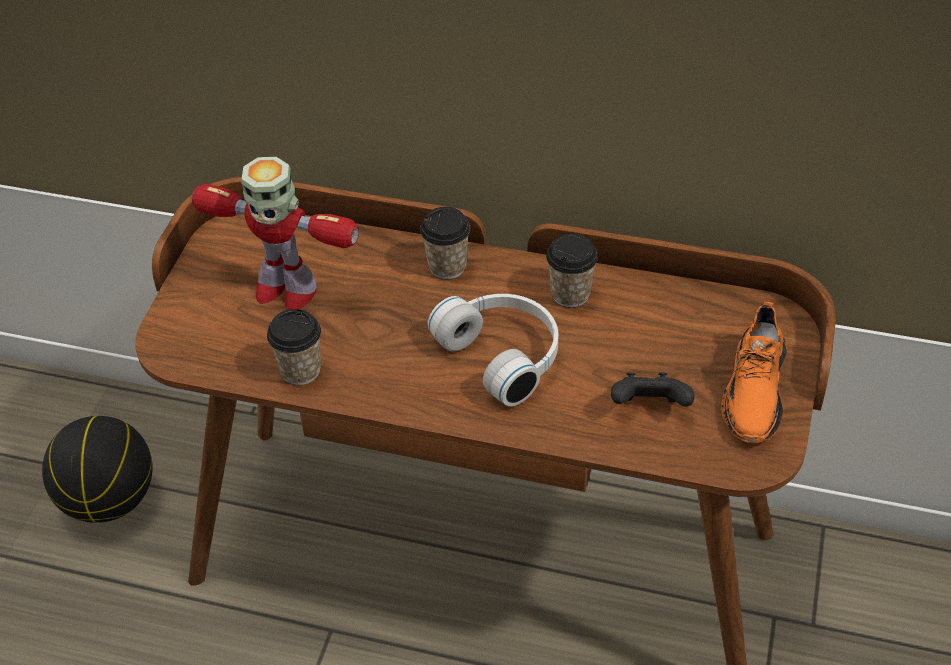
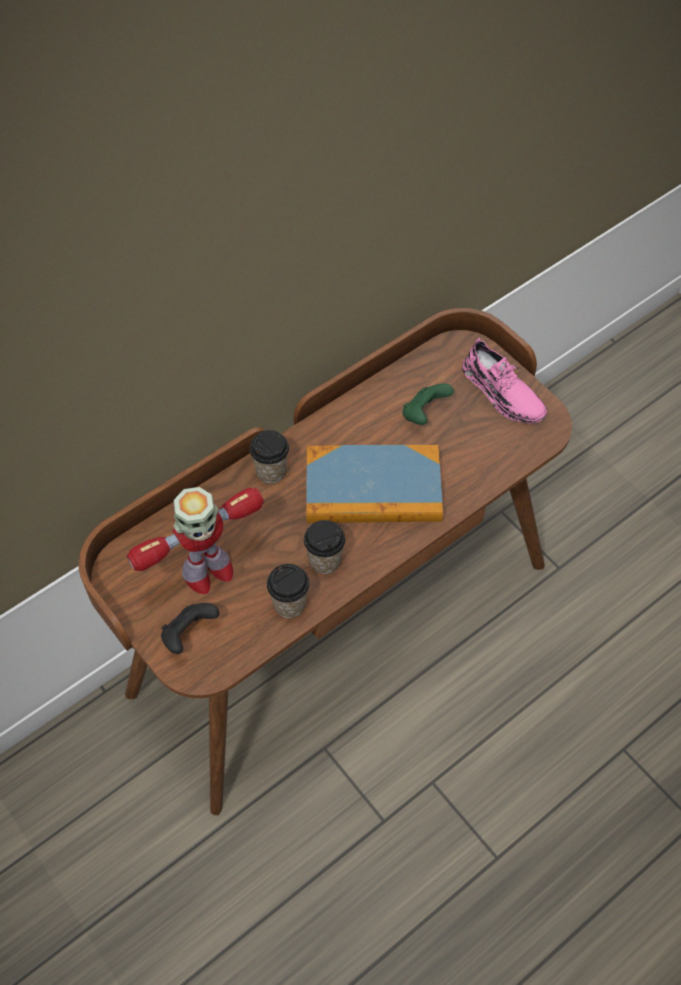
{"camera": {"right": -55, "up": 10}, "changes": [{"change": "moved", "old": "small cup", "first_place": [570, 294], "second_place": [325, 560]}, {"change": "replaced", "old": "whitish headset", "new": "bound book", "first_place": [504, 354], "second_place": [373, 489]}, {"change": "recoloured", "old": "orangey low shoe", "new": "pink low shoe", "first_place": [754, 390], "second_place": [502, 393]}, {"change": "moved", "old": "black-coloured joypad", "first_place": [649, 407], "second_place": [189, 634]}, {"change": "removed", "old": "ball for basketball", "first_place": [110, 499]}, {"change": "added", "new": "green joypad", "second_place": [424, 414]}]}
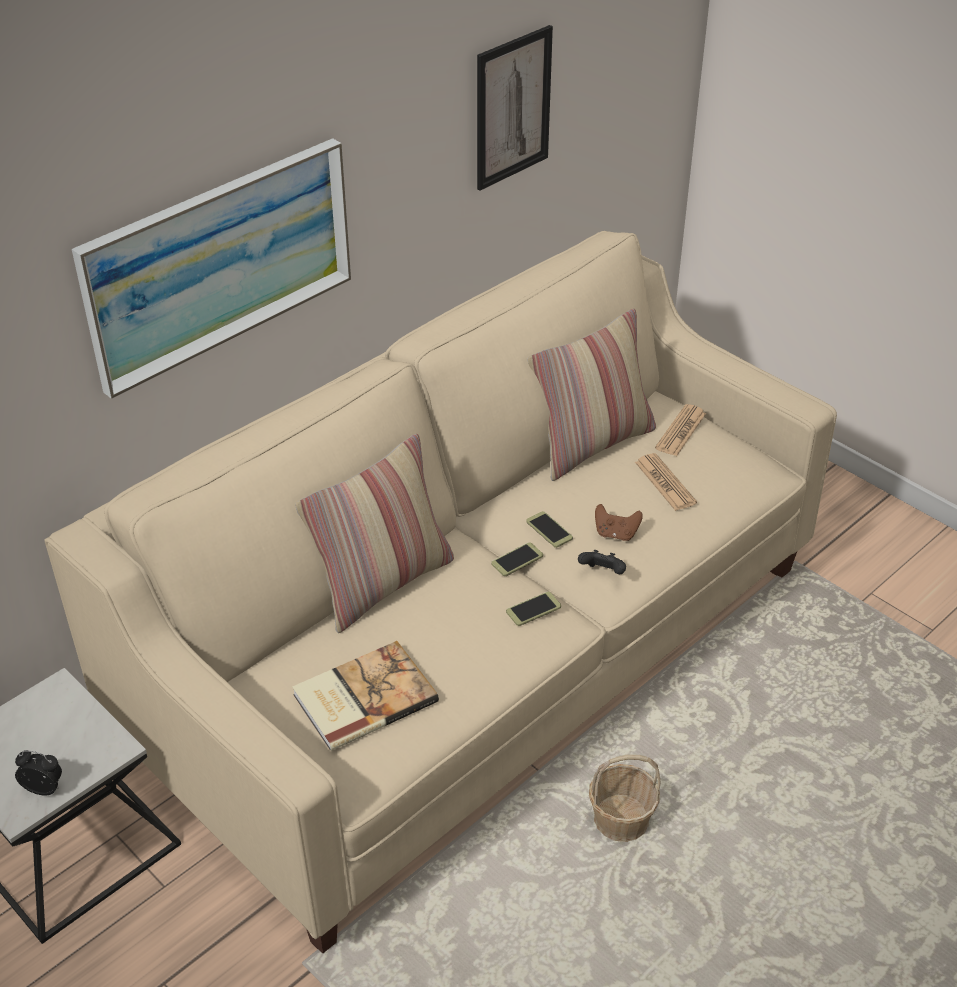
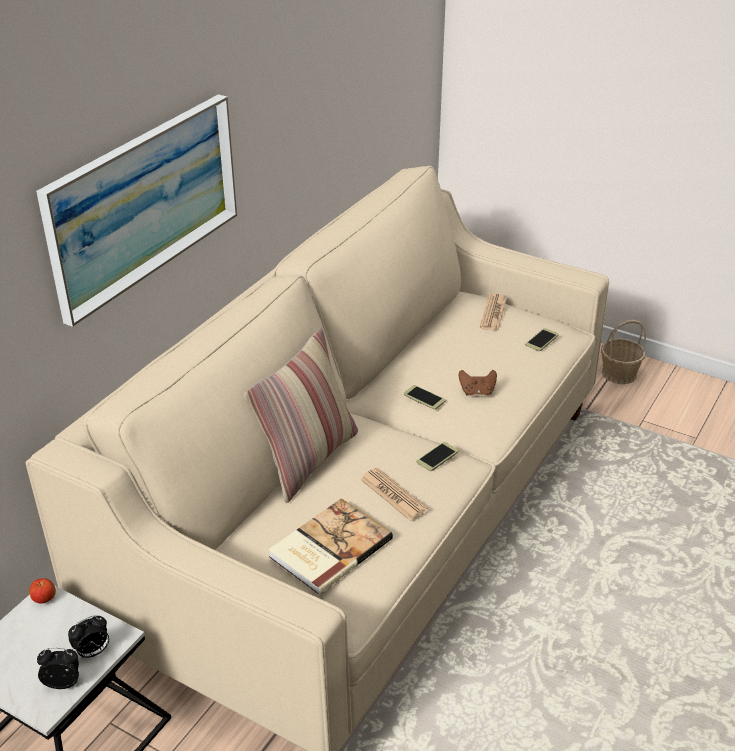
{"camera": {"right": -15, "up": -5}, "changes": [{"change": "removed", "old": "picture", "first_place": [512, 108]}, {"change": "removed", "old": "cushion", "first_place": [591, 444]}, {"change": "moved", "old": "daily paper", "first_place": [665, 483], "second_place": [393, 494]}, {"change": "moved", "old": "handset", "first_place": [517, 560], "second_place": [541, 340]}, {"change": "removed", "old": "black-coloured joypad", "first_place": [602, 573]}, {"change": "moved", "old": "household basket", "first_place": [620, 819], "second_place": [618, 373]}, {"change": "added", "new": "apple", "second_place": [44, 599]}, {"change": "added", "new": "bedside clock", "second_place": [93, 652]}]}
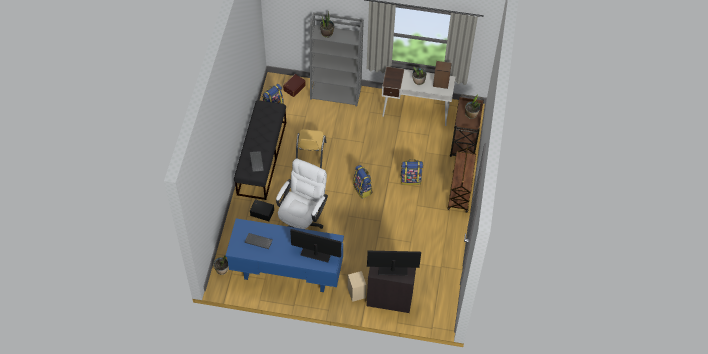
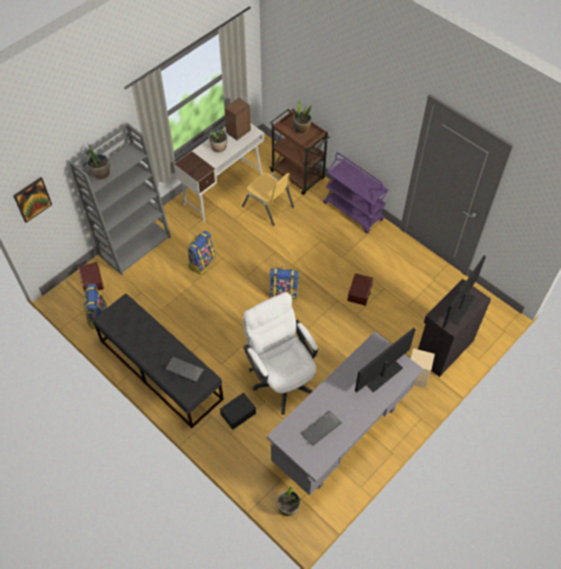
{"camera": {"right": -55, "up": 0}, "changes": [{"change": "moved", "old": "yellow-coloured chair", "first_place": [310, 154], "second_place": [268, 207]}, {"change": "recoloured", "old": "brown trolley", "new": "purplish trolley", "first_place": [460, 192], "second_place": [353, 211]}, {"change": "moved", "old": "backpack", "first_place": [410, 179], "second_place": [202, 262]}, {"change": "recoloured", "old": "bluish desk unit", "new": "gray desk unit", "first_place": [286, 273], "second_place": [341, 435]}, {"change": "added", "new": "picture", "second_place": [32, 199]}, {"change": "added", "new": "brown storage container", "second_place": [360, 292]}]}
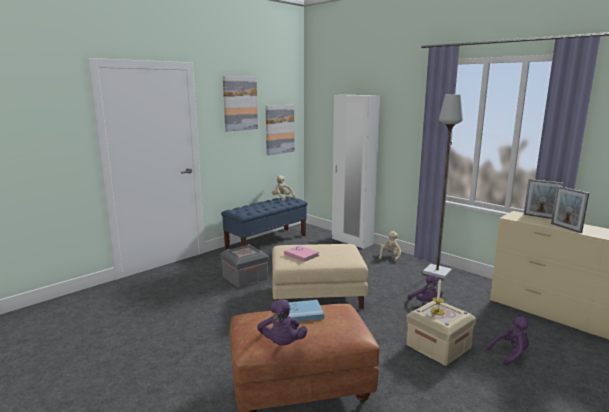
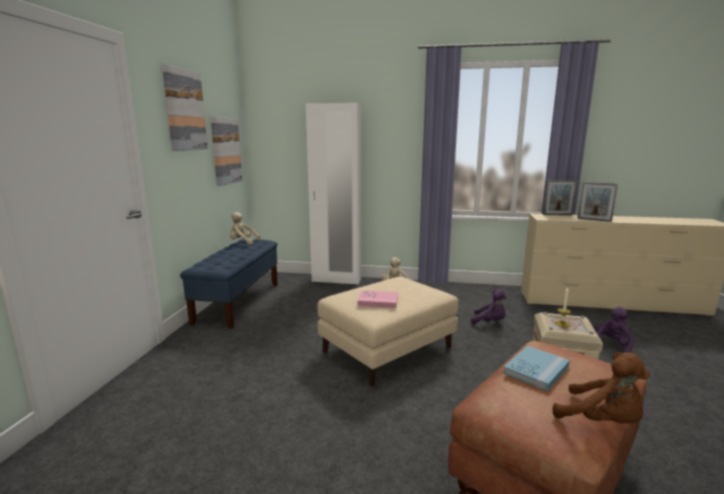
{"camera": {"right": -35, "up": 0}, "changes": [{"change": "removed", "old": "gray standard lamp", "first_place": [437, 272]}, {"change": "removed", "old": "gray storage container", "first_place": [245, 278]}, {"change": "recoloured", "old": "purplish plush toy", "new": "brown plush toy", "first_place": [282, 344], "second_place": [601, 421]}]}
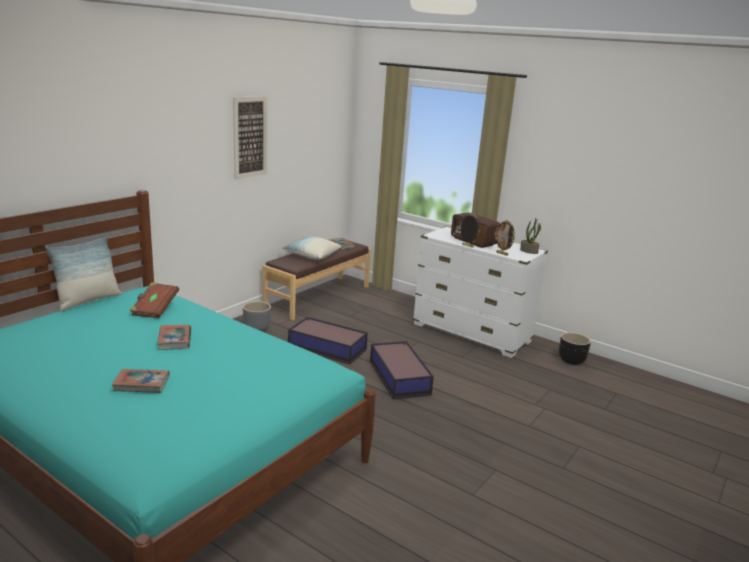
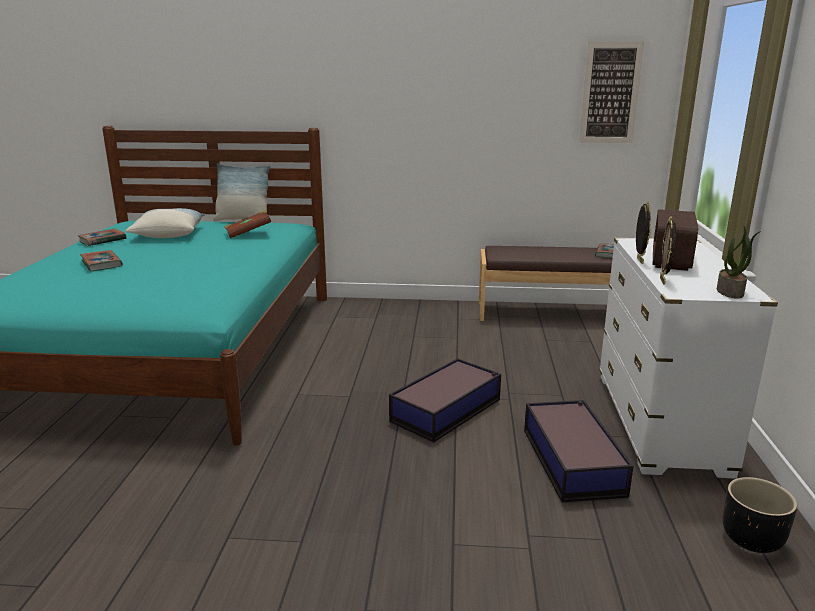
{"camera": {"right": 60, "up": 0}, "changes": [{"change": "moved", "old": "picture", "first_place": [250, 137], "second_place": [610, 93]}, {"change": "moved", "old": "cushion", "first_place": [311, 255], "second_place": [169, 234]}, {"change": "removed", "old": "gray flower pot", "first_place": [257, 328]}, {"change": "moved", "old": "storage container", "first_place": [326, 347], "second_place": [572, 460]}, {"change": "moved", "old": "bound book", "first_place": [175, 340], "second_place": [102, 240]}]}
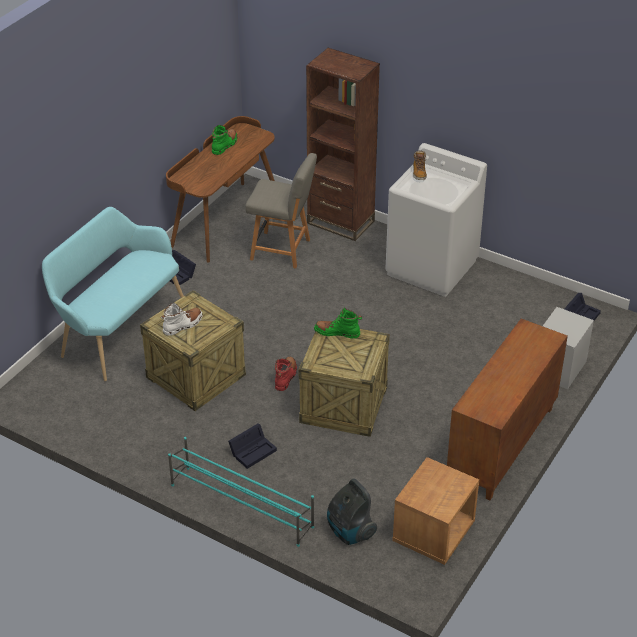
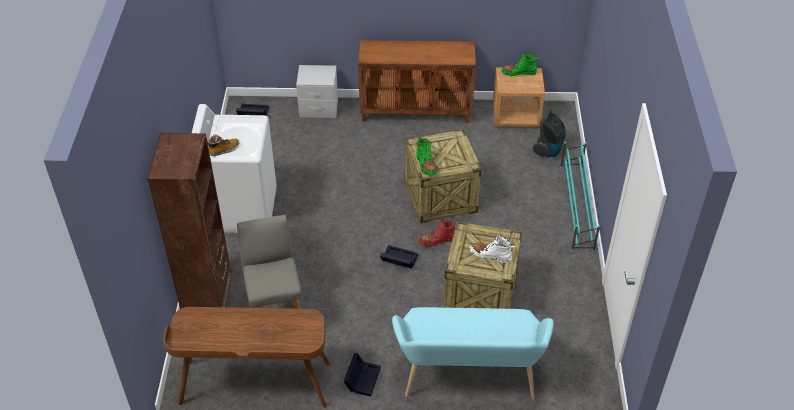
{"camera": {"right": -120, "up": 5}, "changes": [{"change": "moved", "old": "green tall boot", "first_place": [224, 145], "second_place": [519, 72]}, {"change": "moved", "old": "black-coloured storage container", "first_place": [253, 450], "second_place": [397, 260]}]}
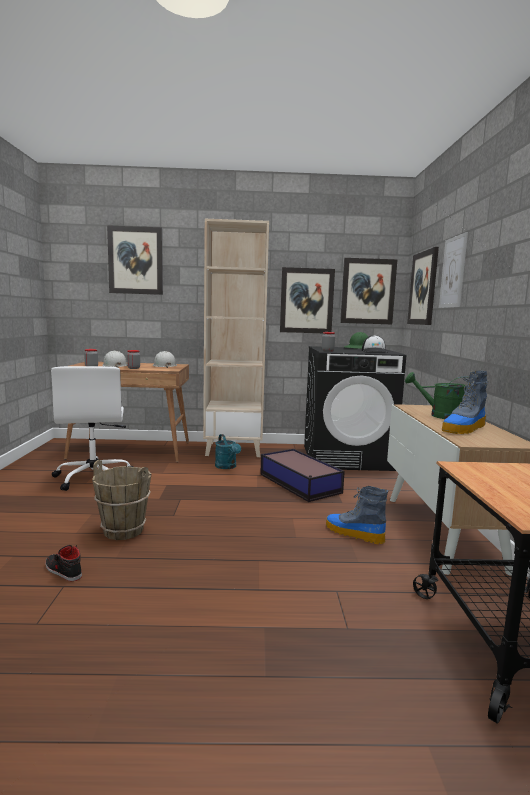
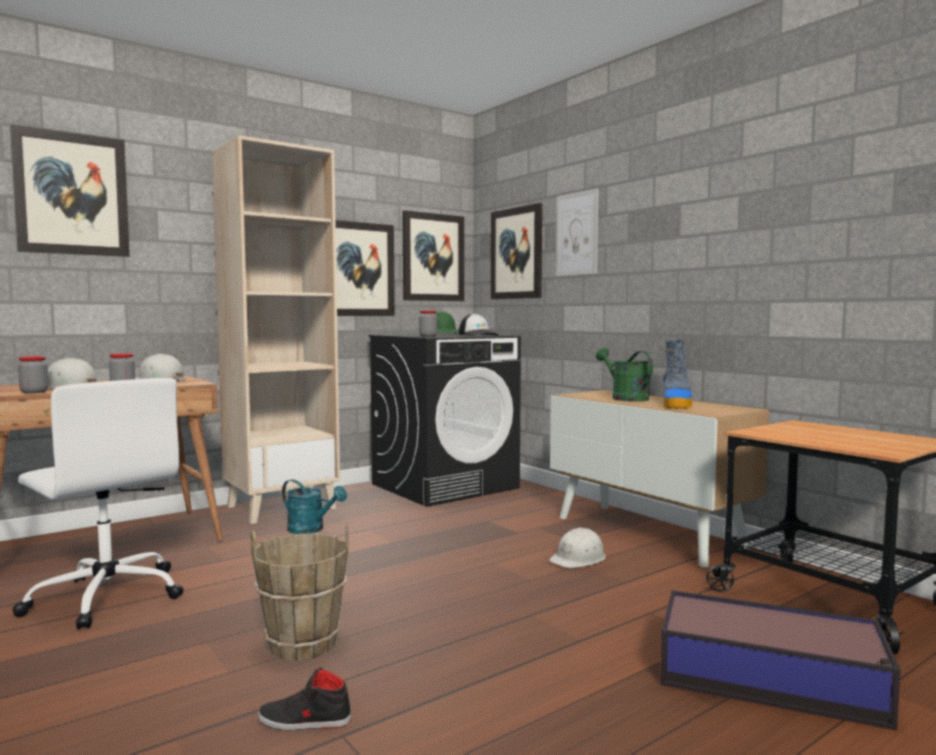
{"camera": {"right": -35, "up": -5}, "changes": [{"change": "turned", "old": "green watering can", "first_place": [440, 416], "second_place": [625, 398], "degrees": 75}, {"change": "moved", "old": "storage container", "first_place": [300, 483], "second_place": [772, 679]}, {"change": "replaced", "old": "tall boot", "new": "whitish hard hat", "first_place": [353, 533], "second_place": [578, 558]}]}
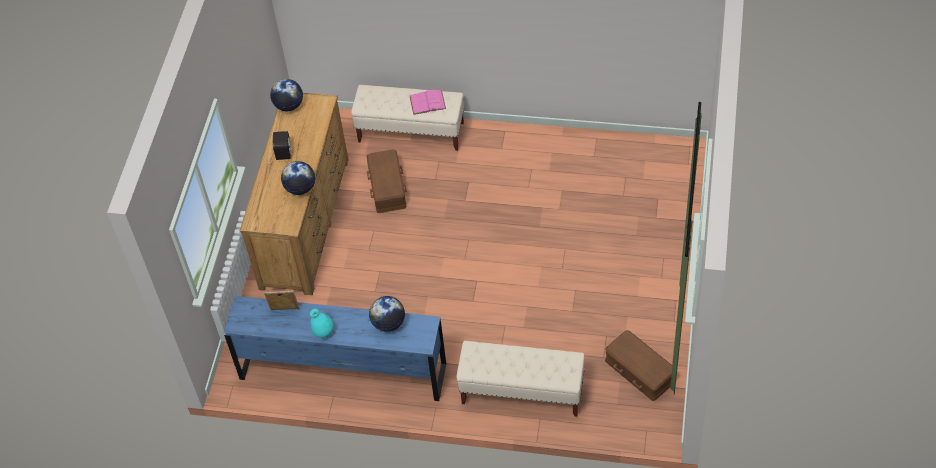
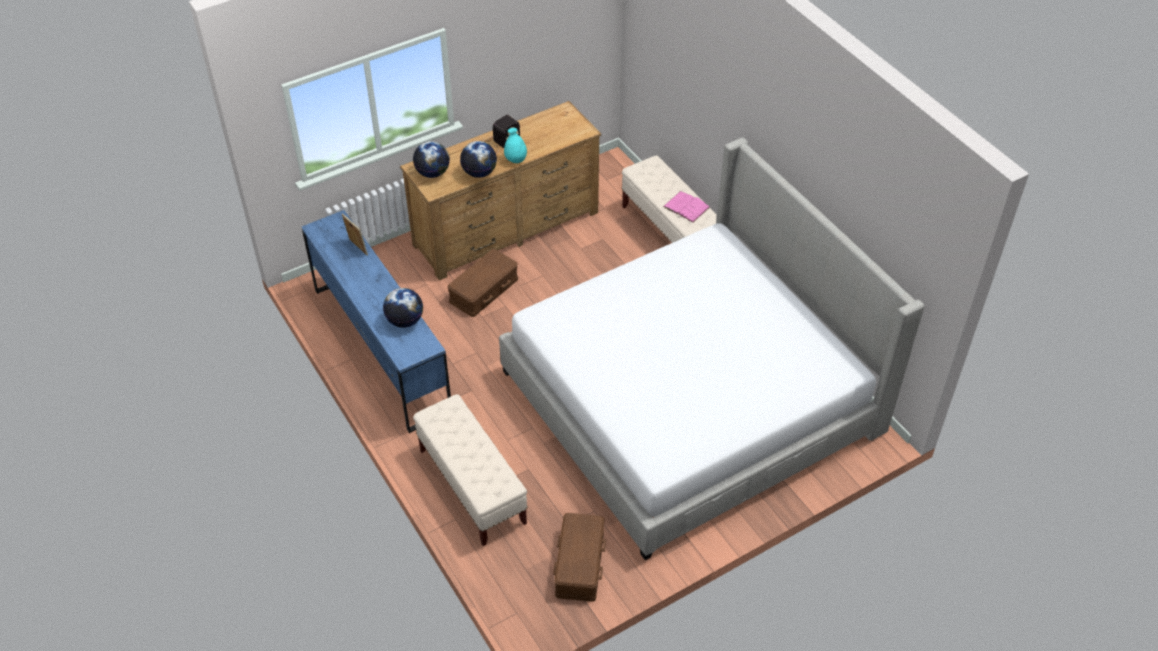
{"camera": {"right": 45, "up": -5}, "changes": [{"change": "moved", "old": "desk globe", "first_place": [289, 105], "second_place": [433, 173]}, {"change": "moved", "old": "brown storage container", "first_place": [388, 187], "second_place": [484, 290]}, {"change": "moved", "old": "turquoise-coloured flower vase", "first_place": [323, 332], "second_place": [515, 160]}, {"change": "added", "new": "sleeping bed", "second_place": [690, 400]}]}
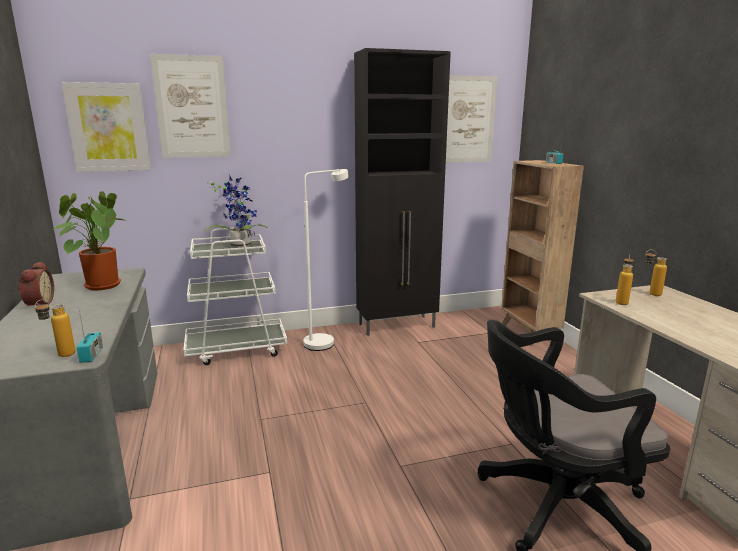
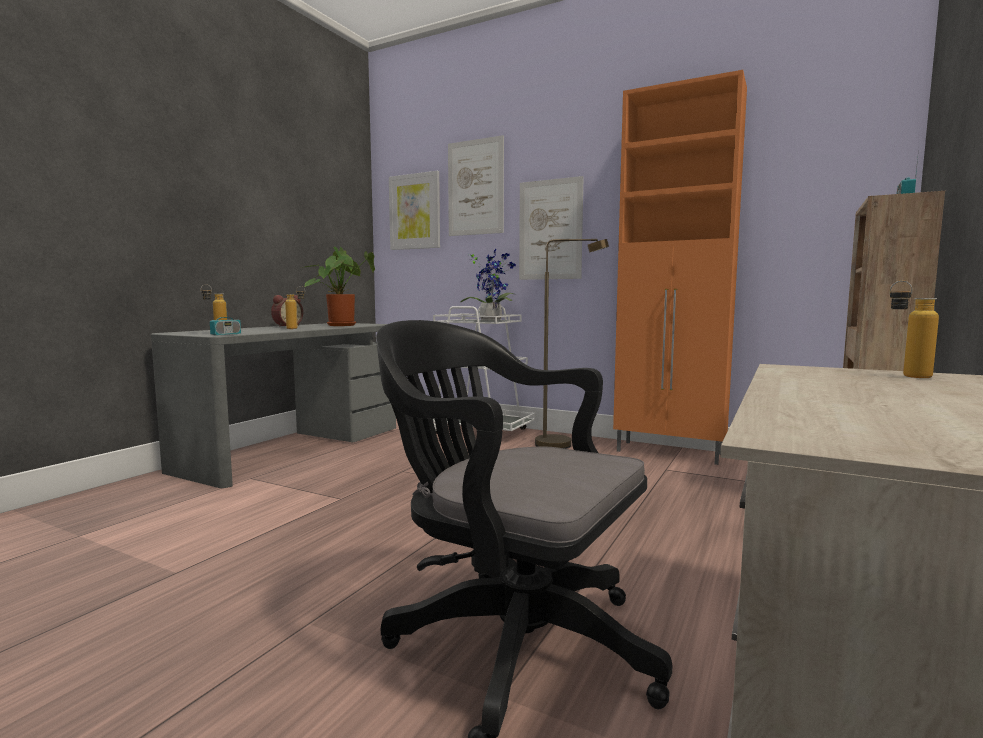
{"camera": {"right": 45, "up": -10}, "changes": [{"change": "recoloured", "old": "black-coloured storage cabinet", "new": "orangey storage cabinet", "first_place": [398, 326], "second_place": [670, 453]}, {"change": "moved", "old": "picture", "first_place": [468, 119], "second_place": [550, 230]}, {"change": "recoloured", "old": "whitish standard lamp", "new": "brown standard lamp", "first_place": [325, 341], "second_place": [563, 444]}, {"change": "moved", "old": "drink bottle", "first_place": [622, 301], "second_place": [296, 328]}]}
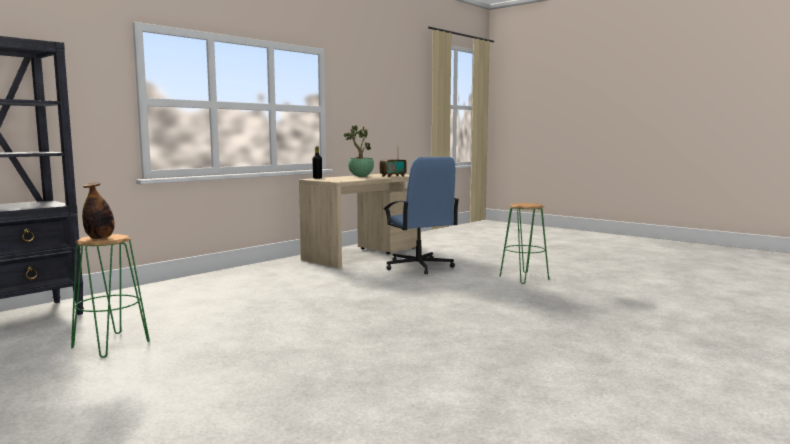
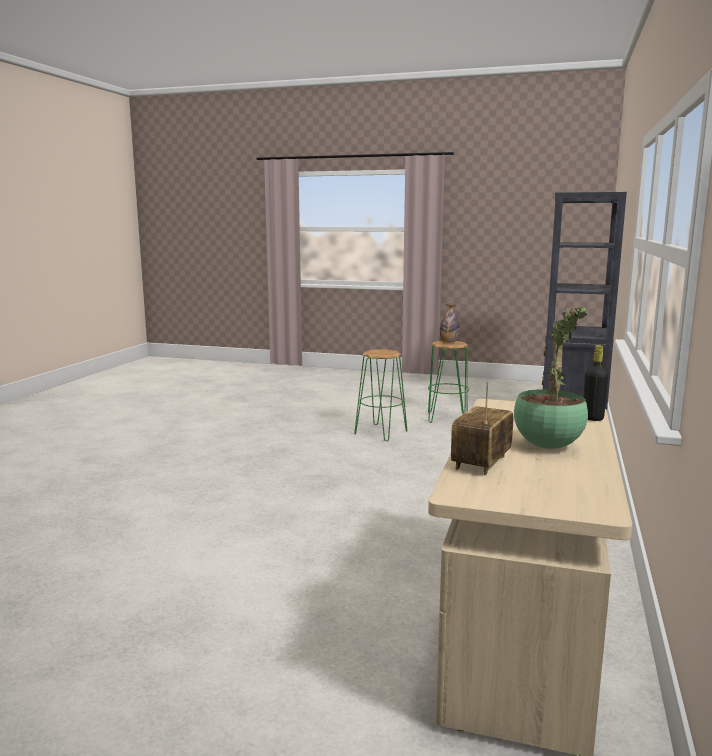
{"camera": {"right": 155, "up": 5}, "changes": [{"change": "removed", "old": "bluish computer chair", "first_place": [418, 266]}, {"change": "moved", "old": "green stool seat", "first_place": [523, 278], "second_place": [381, 432]}]}
